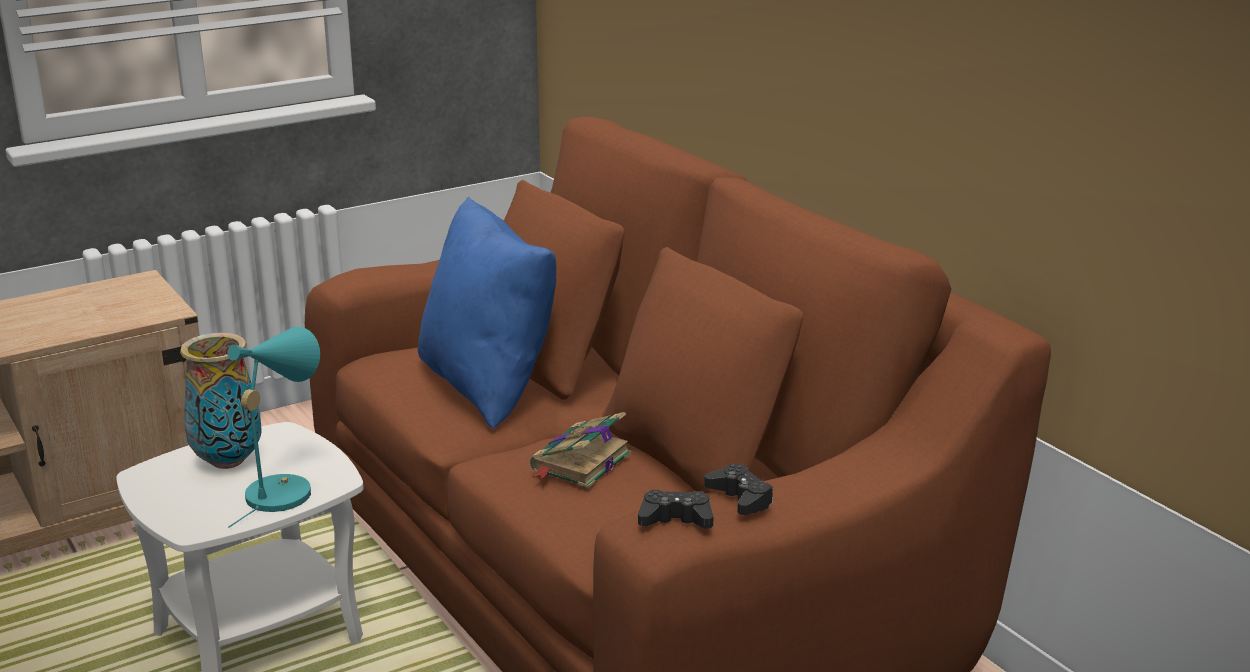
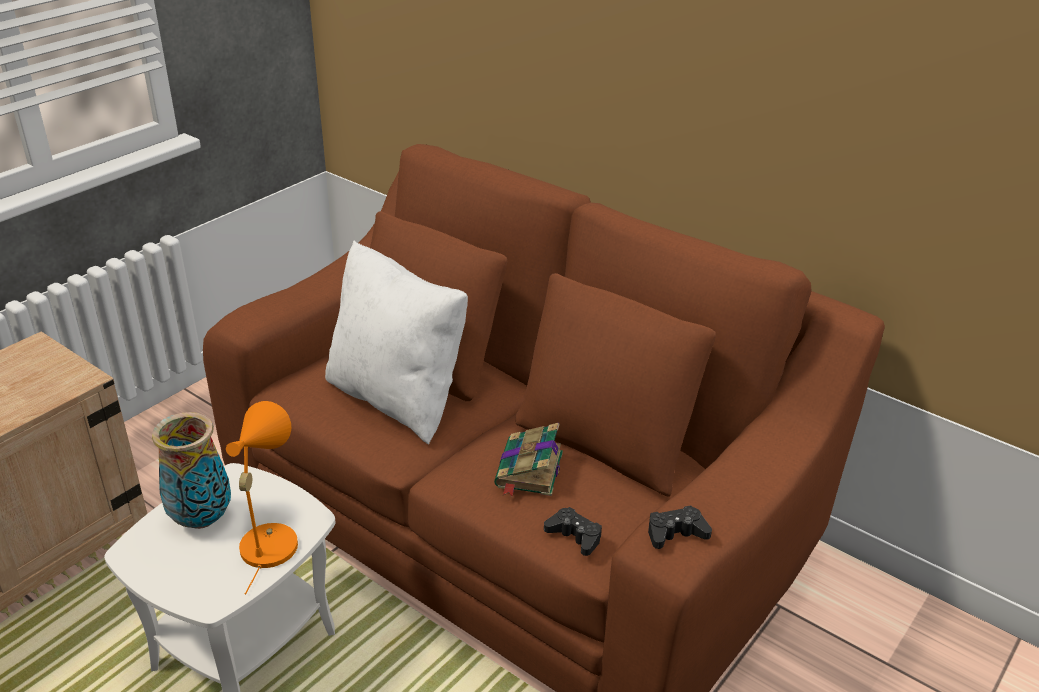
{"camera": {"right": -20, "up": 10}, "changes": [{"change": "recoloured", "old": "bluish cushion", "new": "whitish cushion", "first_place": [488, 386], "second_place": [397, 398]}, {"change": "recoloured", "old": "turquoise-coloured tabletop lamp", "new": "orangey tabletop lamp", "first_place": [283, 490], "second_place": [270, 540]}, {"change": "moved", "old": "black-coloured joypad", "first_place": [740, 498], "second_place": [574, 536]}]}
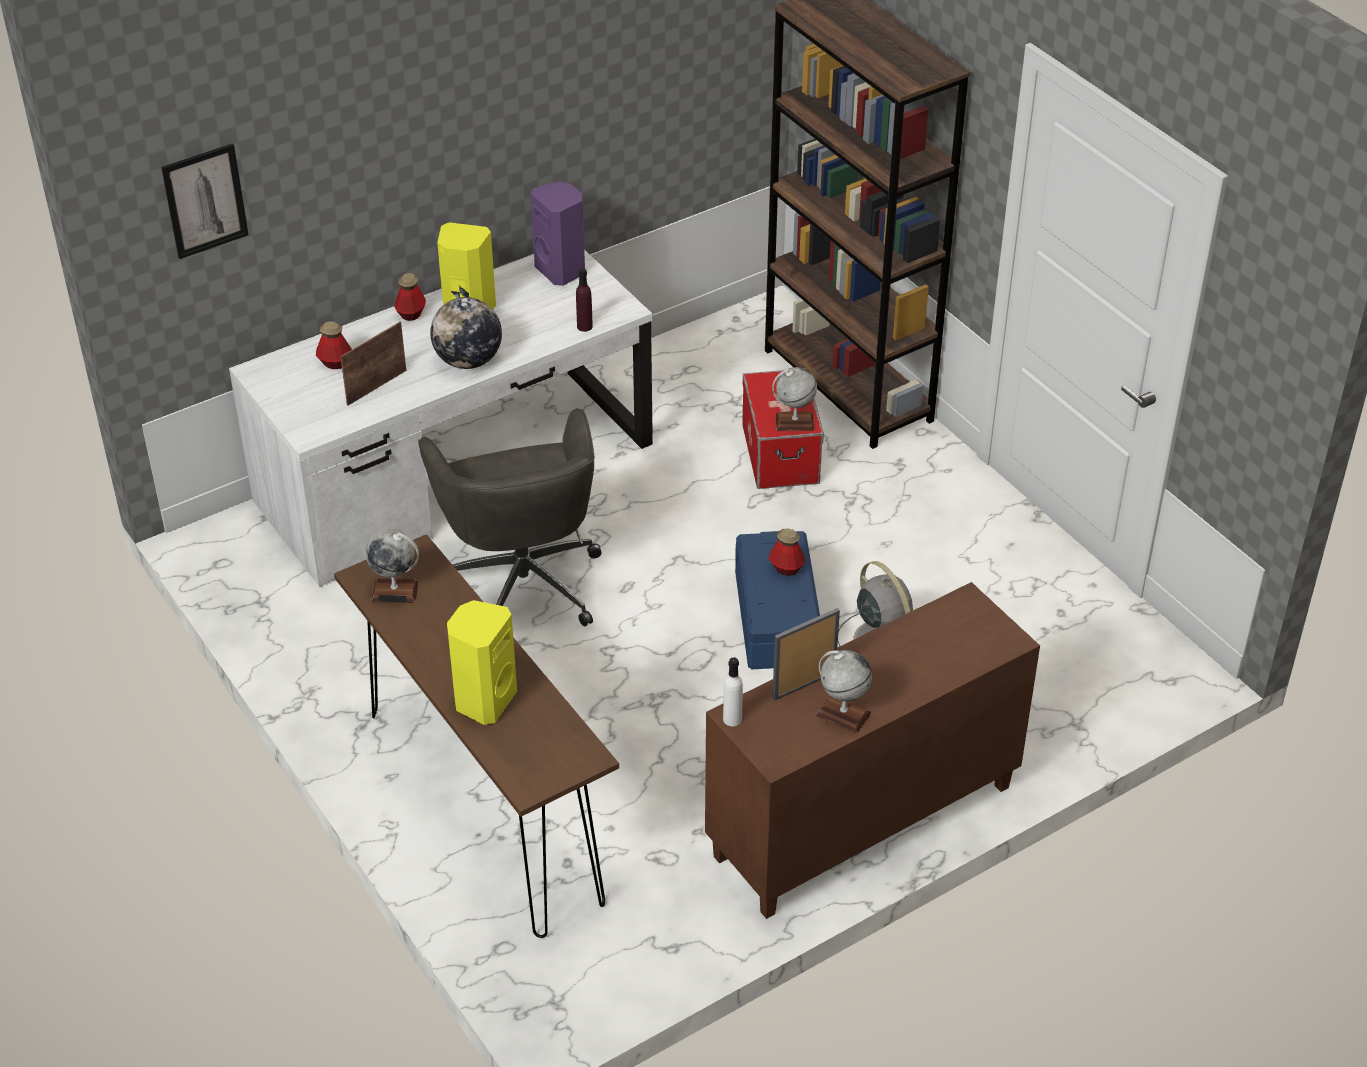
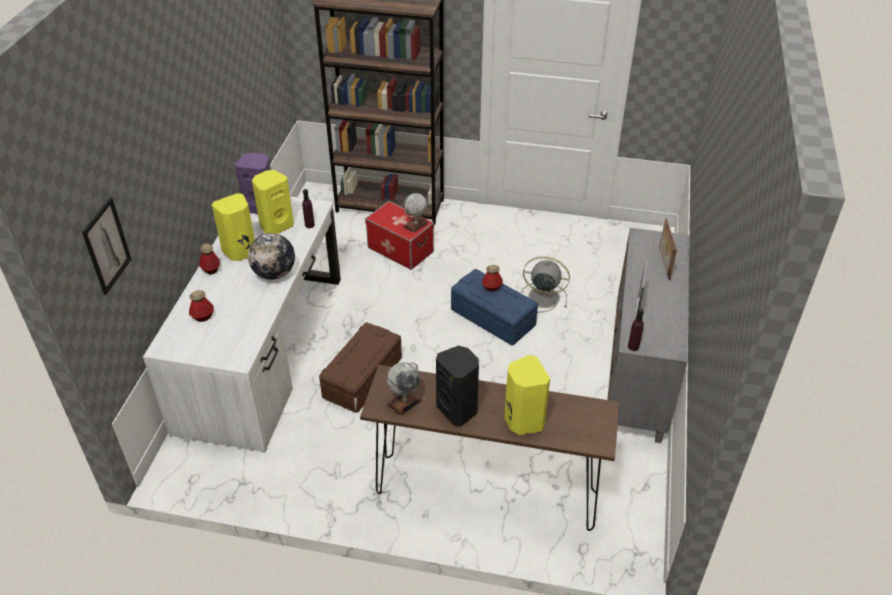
{"camera": {"right": -45, "up": 0}, "changes": [{"change": "moved", "old": "picture frame", "first_place": [375, 387], "second_place": [663, 264]}, {"change": "replaced", "old": "gray computer chair", "new": "brown storage container", "first_place": [522, 581], "second_place": [363, 378]}, {"change": "recoloured", "old": "brown storage cabinet", "new": "gray storage cabinet", "first_place": [862, 824], "second_place": [639, 375]}, {"change": "removed", "old": "desk globe", "first_place": [843, 714]}, {"change": "recoloured", "old": "whitish drink bottle", "new": "purplish drink bottle", "first_place": [732, 719], "second_place": [633, 346]}, {"change": "added", "new": "yellow-coloured audio speaker", "second_place": [276, 226]}, {"change": "added", "new": "black-coloured audio speaker", "second_place": [458, 409]}]}
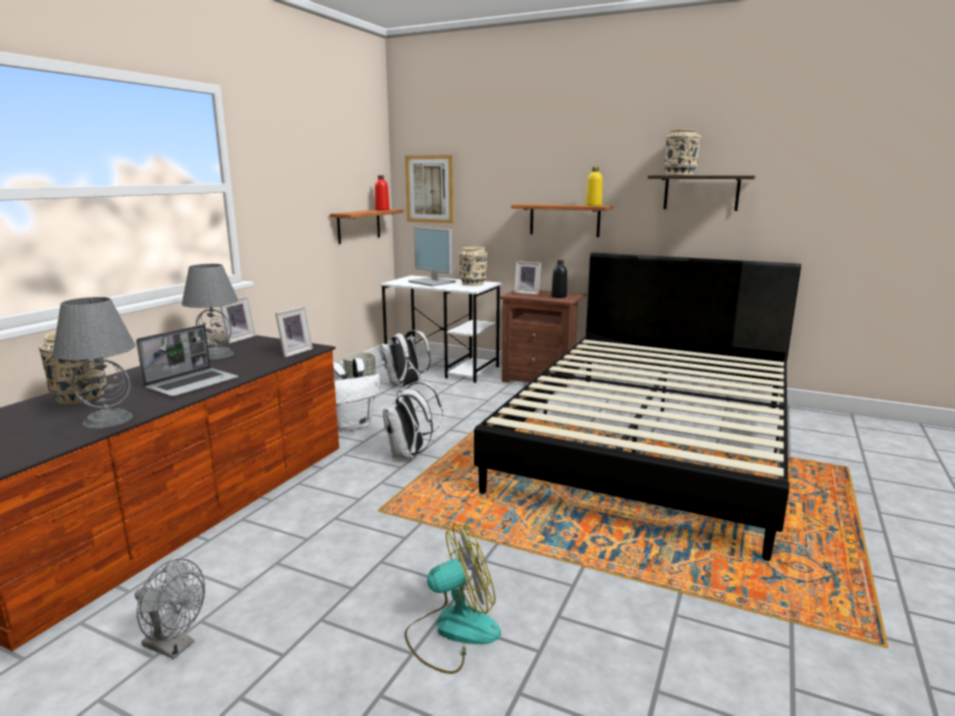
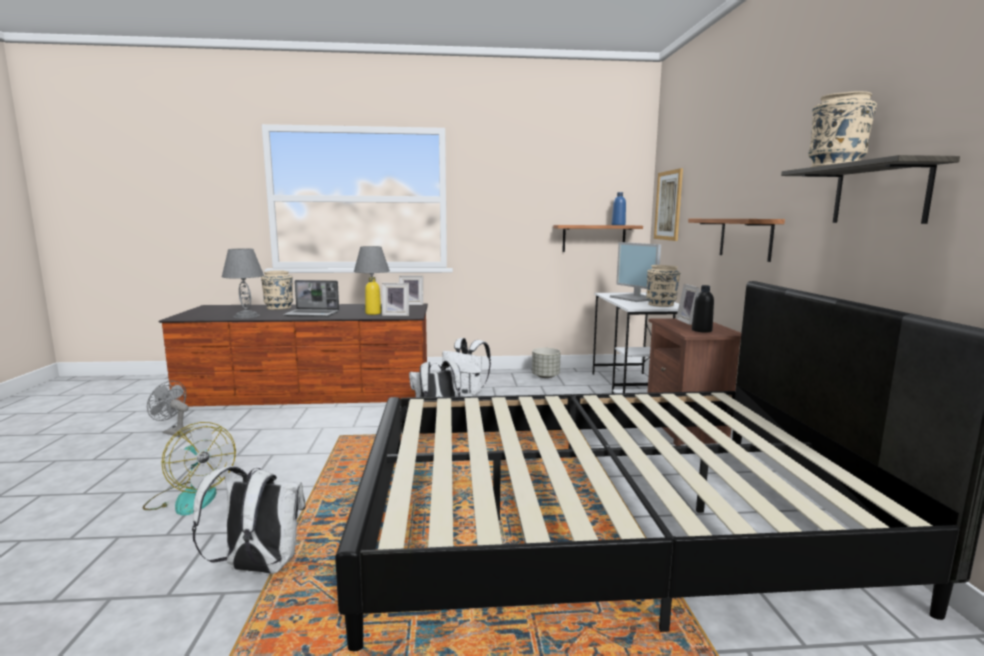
{"camera": {"right": 60, "up": -5}, "changes": [{"change": "moved", "old": "yellow-coloured drink bottle", "first_place": [593, 205], "second_place": [373, 313]}, {"change": "recoloured", "old": "red drink bottle", "new": "bluish drink bottle", "first_place": [382, 210], "second_place": [618, 225]}, {"change": "turned", "old": "computer display", "first_place": [433, 282], "second_place": [635, 298], "degrees": -45}, {"change": "moved", "old": "whitish backpack", "first_place": [405, 385], "second_place": [258, 568]}, {"change": "turned", "old": "gray electric fan", "first_place": [175, 646], "second_place": [174, 432], "degrees": 120}]}
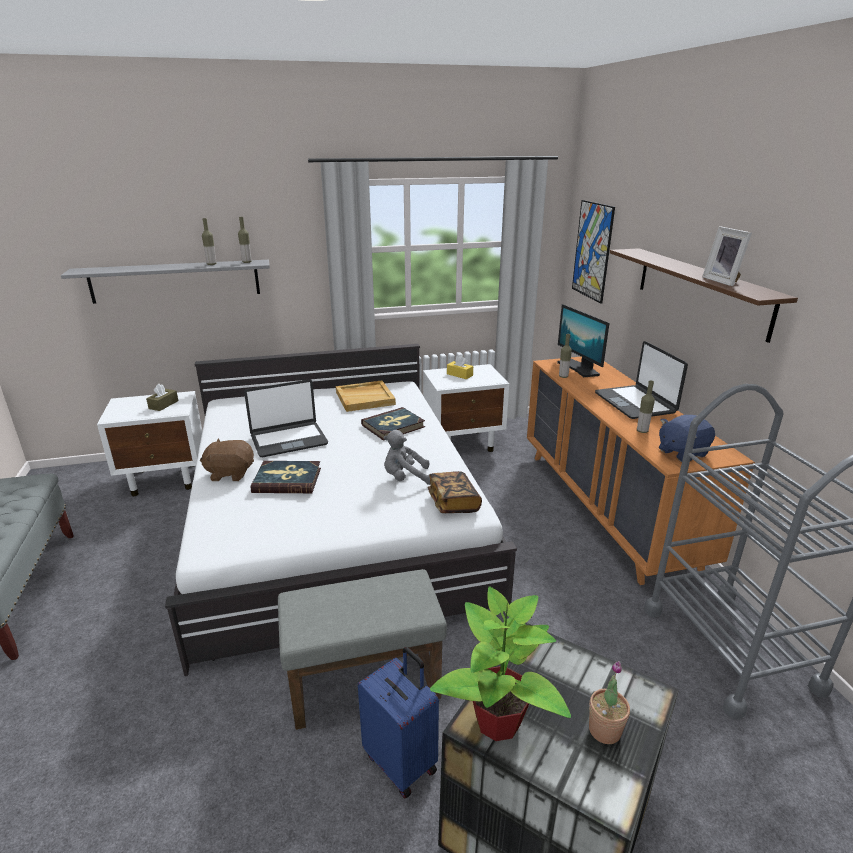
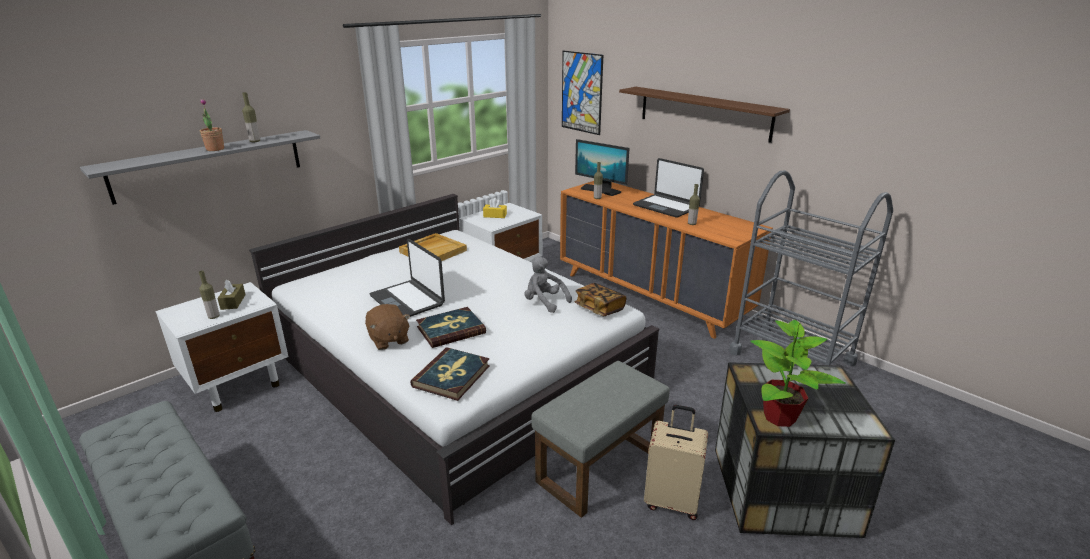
{"camera": {"right": -30, "up": 0}, "changes": [{"change": "moved", "old": "drink bottle", "first_place": [247, 262], "second_place": [214, 317]}, {"change": "removed", "old": "picture frame", "first_place": [723, 281]}, {"change": "turned", "old": "notebook computer", "first_place": [289, 440], "second_place": [408, 300], "degrees": 105}, {"change": "moved", "old": "bound book", "first_place": [393, 426], "second_place": [452, 376]}, {"change": "removed", "old": "bluish plush toy", "first_place": [681, 452]}, {"change": "turned", "old": "gray plush toy", "first_place": [405, 478], "second_place": [544, 302], "degrees": 75}, {"change": "turned", "old": "brown plush toy", "first_place": [230, 473], "second_place": [388, 340], "degrees": -90}, {"change": "recoloured", "old": "bluish piece of luggage", "new": "beige-coloured piece of luggage", "first_place": [402, 762], "second_place": [672, 501]}, {"change": "moved", "old": "plant in a pot", "first_place": [604, 730], "second_place": [215, 149]}]}
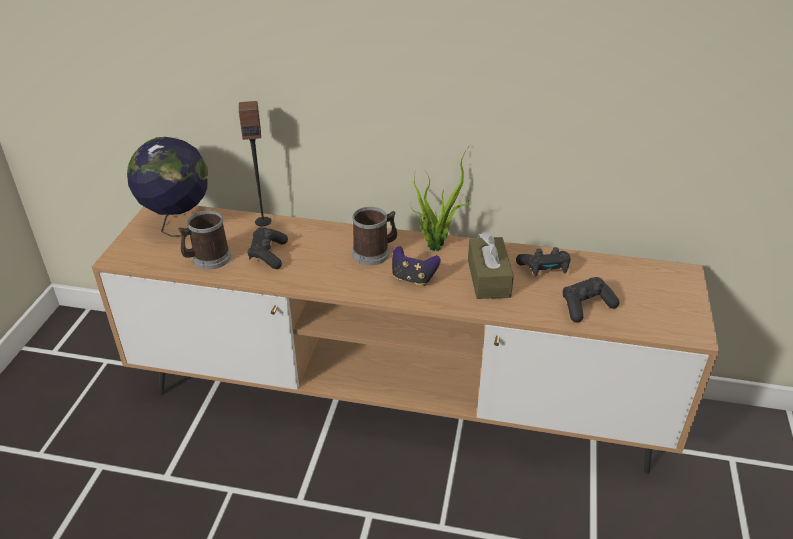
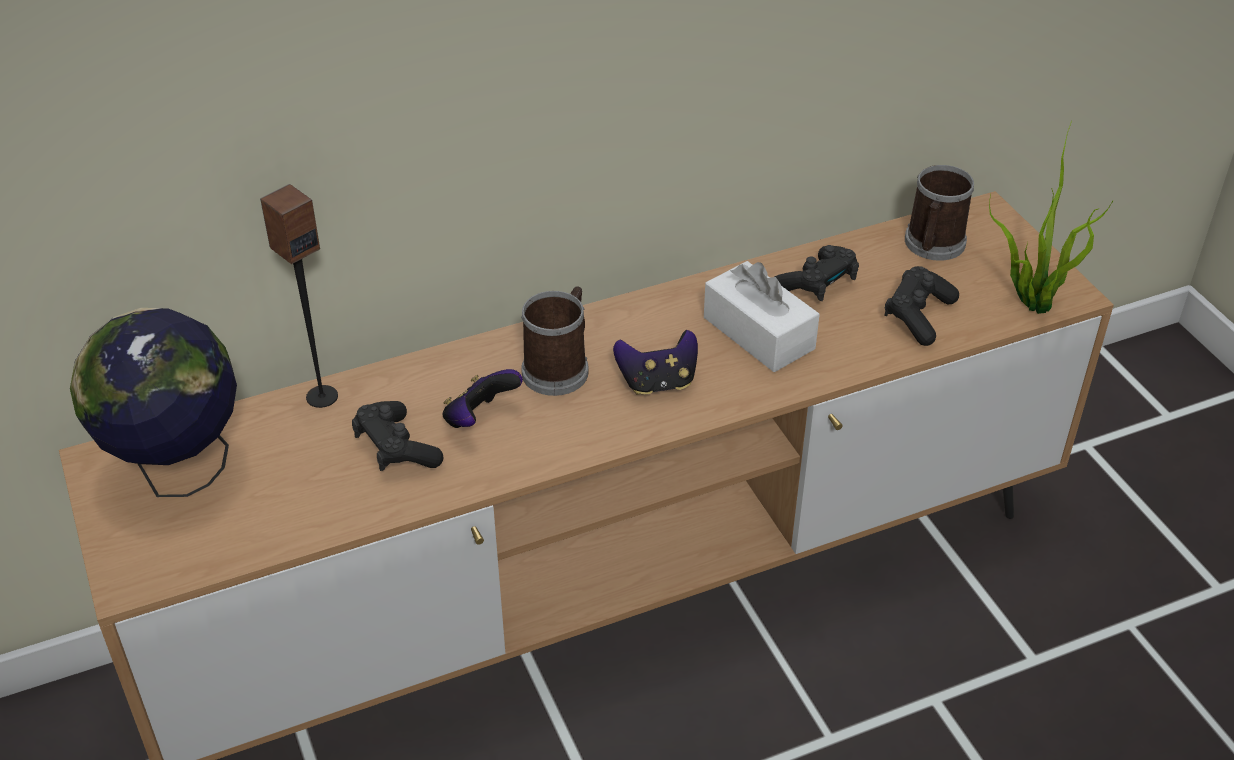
{"camera": {"right": -35, "up": 5}, "changes": [{"change": "moved", "old": "plant in a pot", "first_place": [435, 244], "second_place": [1032, 301]}, {"change": "moved", "old": "coffee mug", "first_place": [207, 259], "second_place": [933, 245]}, {"change": "recoloured", "old": "brown box of tissues", "new": "whitish box of tissues", "first_place": [488, 278], "second_place": [758, 333]}, {"change": "added", "new": "joypad", "second_place": [479, 419]}]}
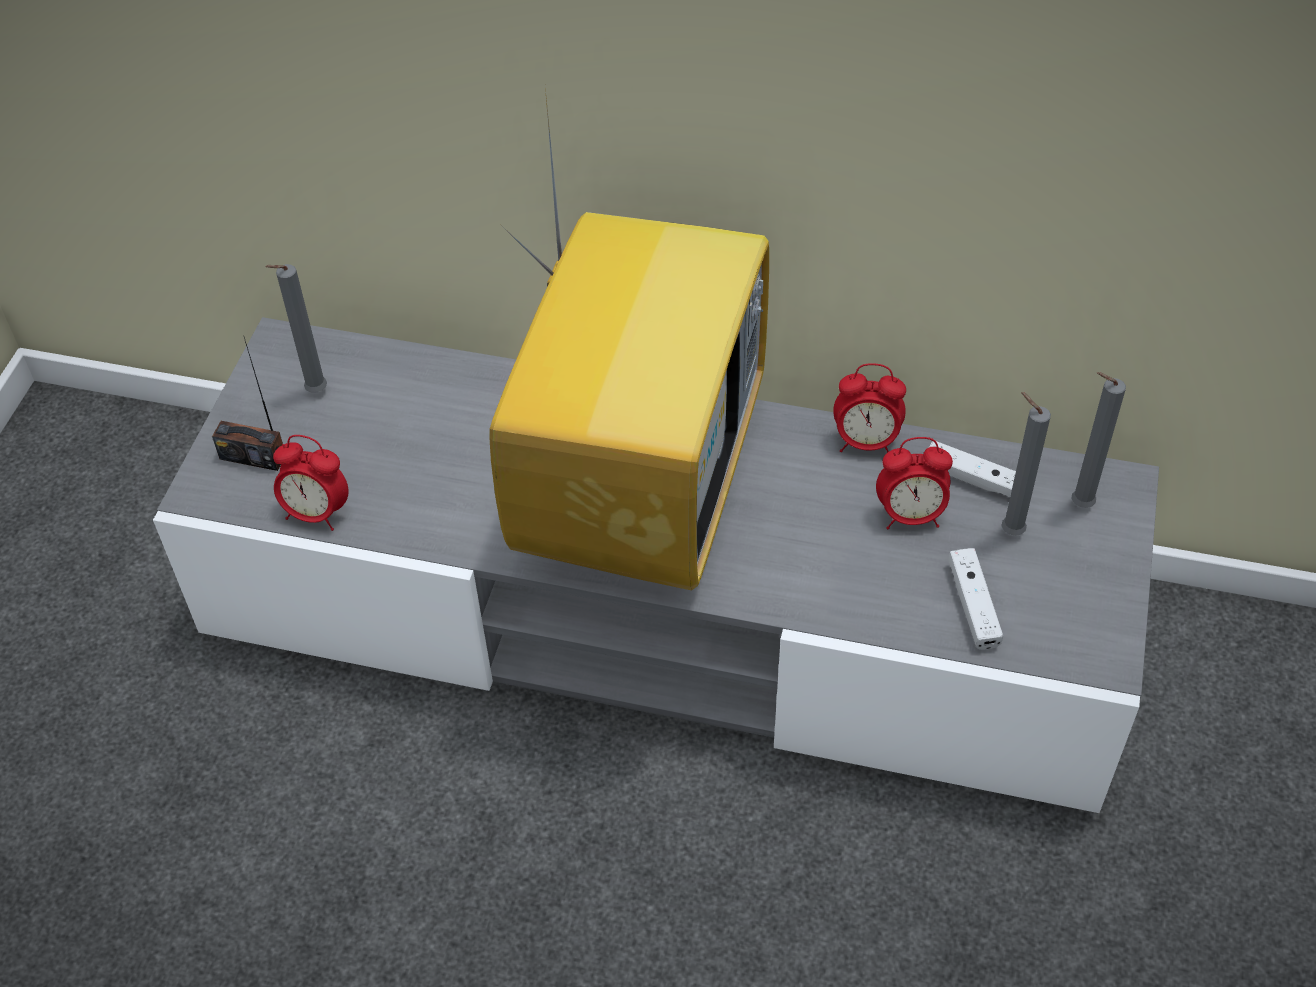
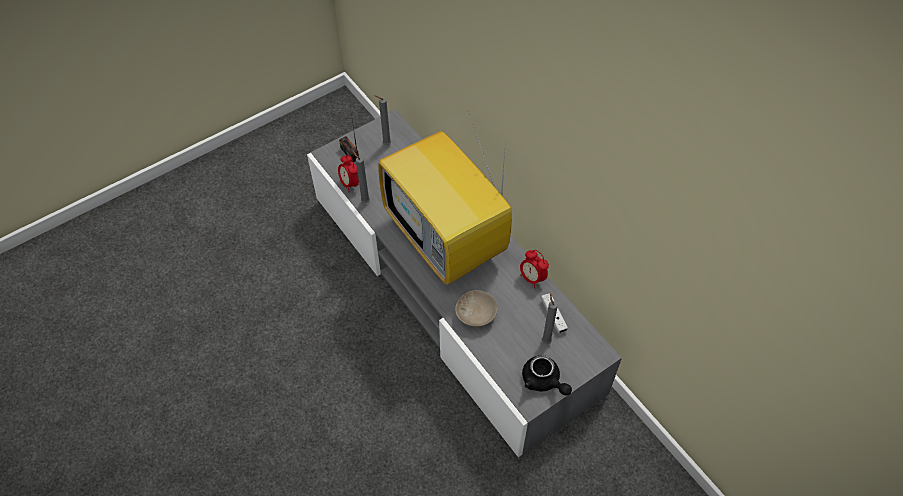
{"camera": {"right": 40, "up": 5}, "changes": [{"change": "turned", "old": "TV set", "first_place": [638, 483], "second_place": [448, 240], "degrees": 90}, {"change": "moved", "old": "gray wax candle", "first_place": [1077, 505], "second_place": [364, 201]}, {"change": "removed", "old": "bedside clock", "first_place": [910, 516]}, {"change": "removed", "old": "whitish joypad", "first_place": [973, 605]}, {"change": "added", "new": "beige-coloured bowl", "second_place": [476, 315]}, {"change": "added", "new": "black-coloured pot for tea", "second_place": [544, 381]}]}
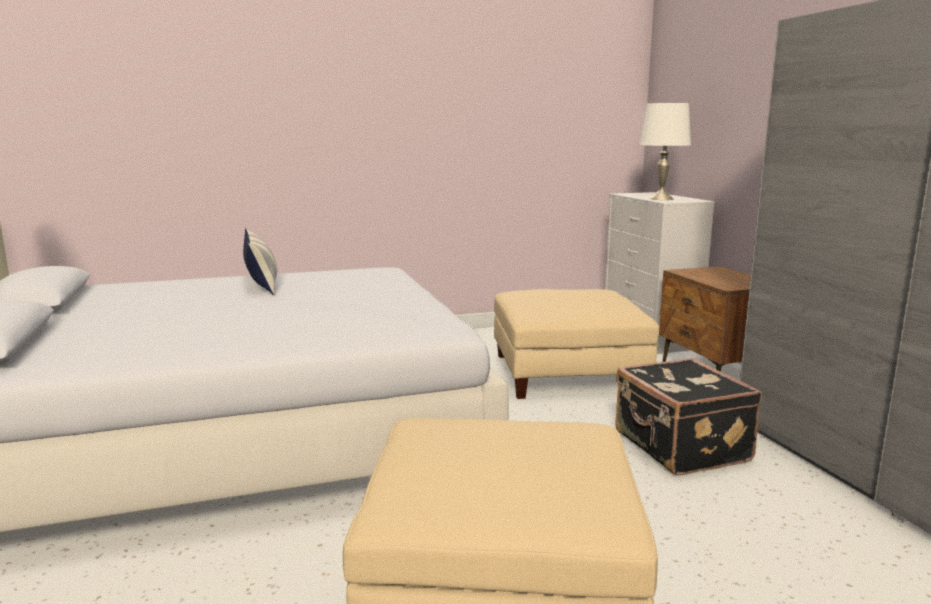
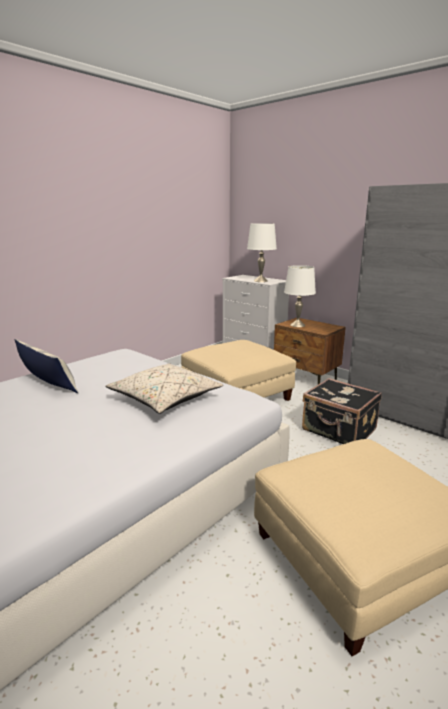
{"camera": {"right": -30, "up": 5}, "changes": [{"change": "added", "new": "whitish tabletop lamp", "second_place": [298, 325]}, {"change": "added", "new": "beige-coloured cushion", "second_place": [165, 398]}]}
